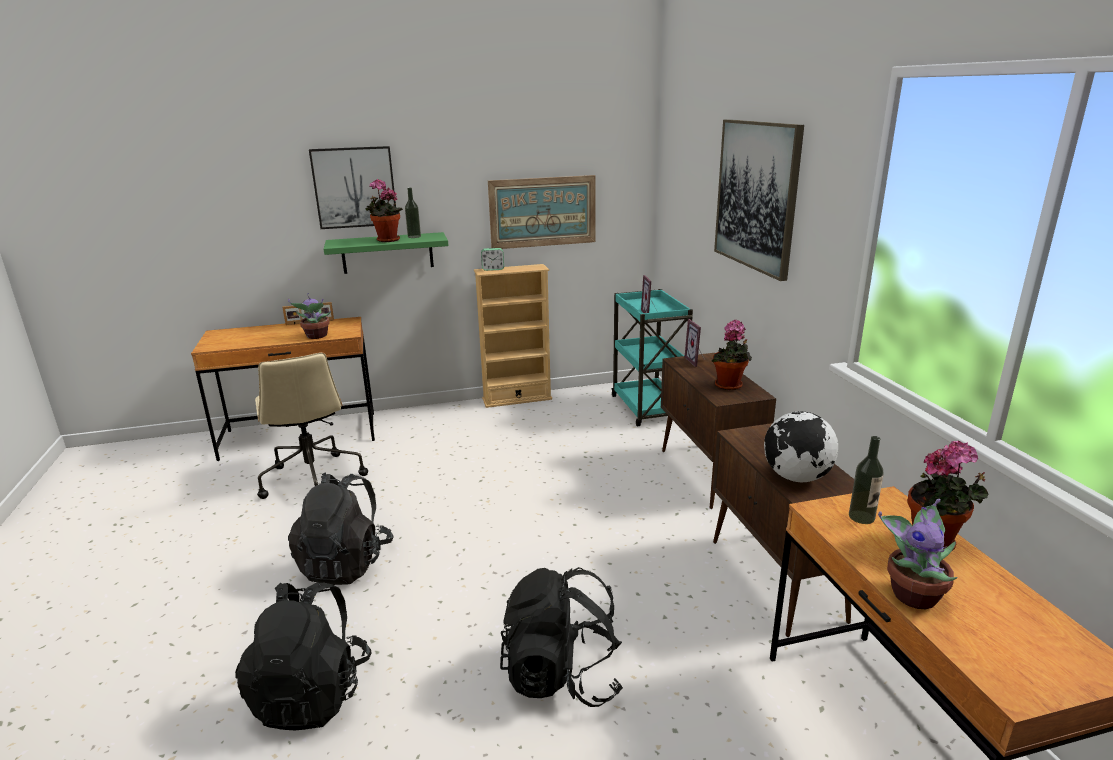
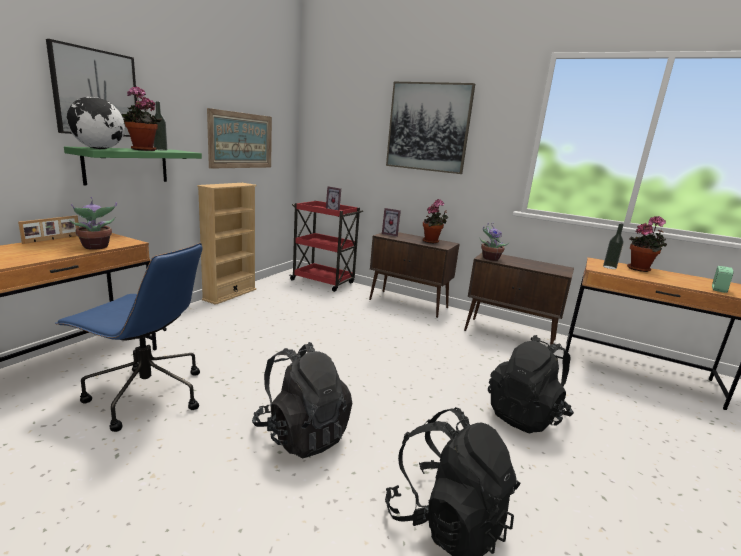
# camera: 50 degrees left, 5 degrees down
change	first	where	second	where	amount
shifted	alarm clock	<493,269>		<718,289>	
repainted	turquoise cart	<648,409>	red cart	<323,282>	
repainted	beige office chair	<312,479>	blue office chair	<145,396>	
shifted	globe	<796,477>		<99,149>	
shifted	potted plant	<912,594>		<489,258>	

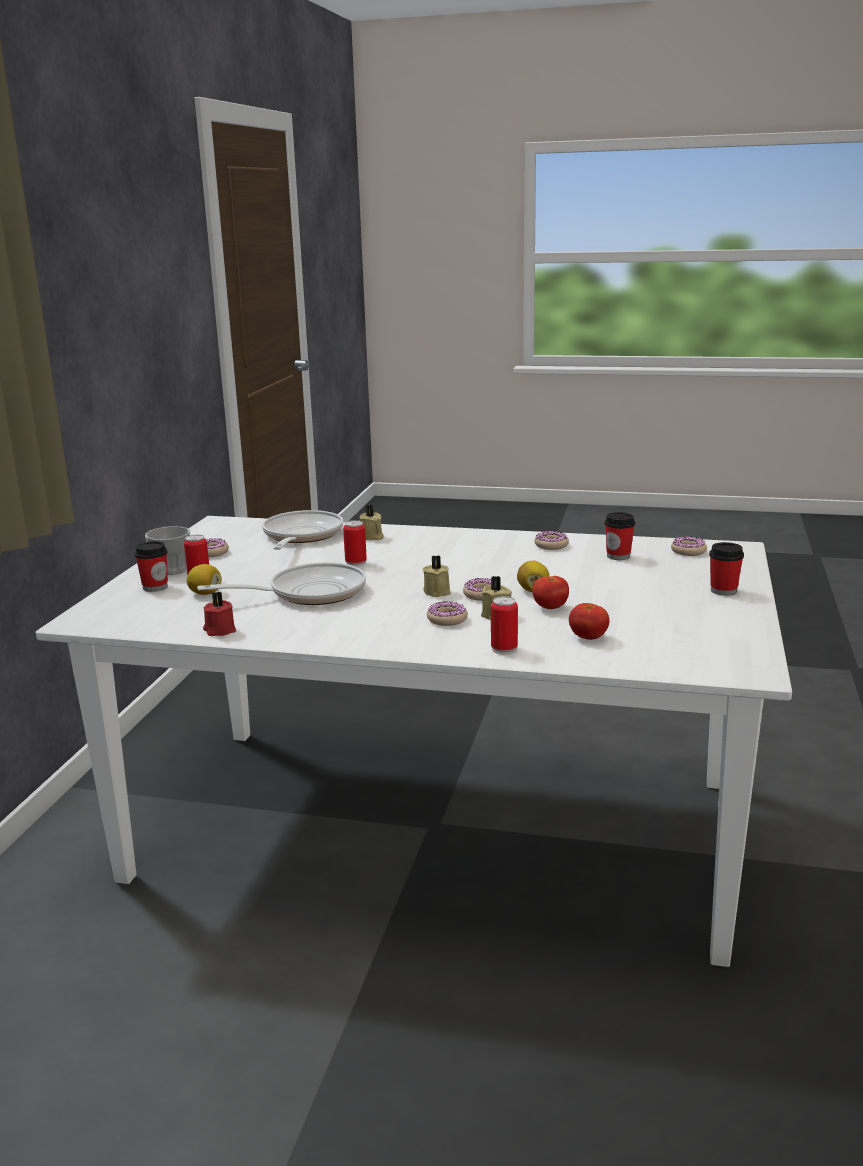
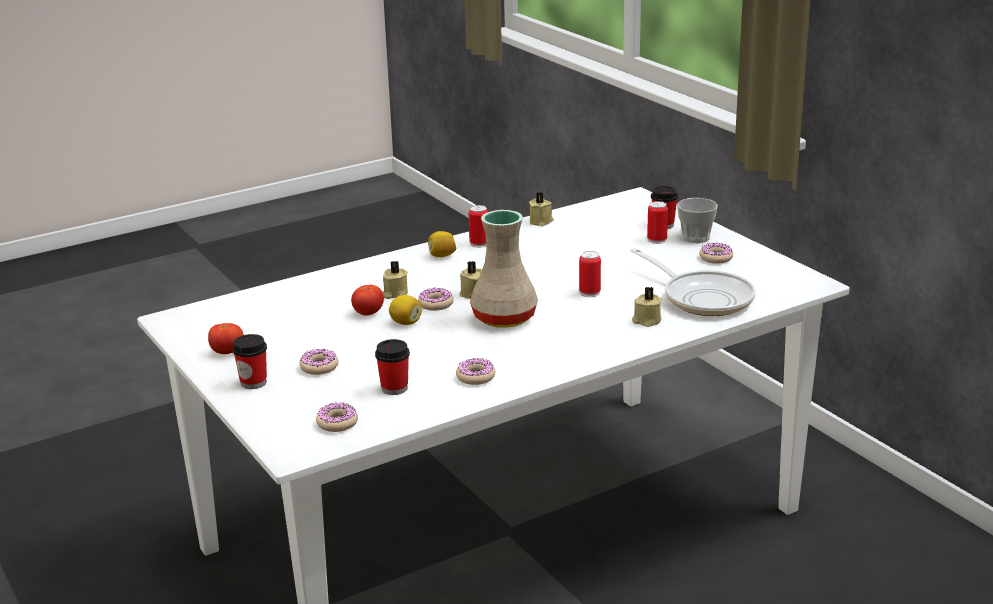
# camera: 135 degrees right, 5 degrees up
change	first	where	second	where	amount
gone	frying pan	<309,593>			
shifted	lemon	<205,593>		<442,256>	
repainted	red candle	<219,630>	beige candle	<541,221>	
shifted	can	<504,649>		<479,244>	
shifted	donut	<447,619>		<319,367>	
shifted	tomato	<588,637>		<227,352>	
new			beige vase	<502,318>	

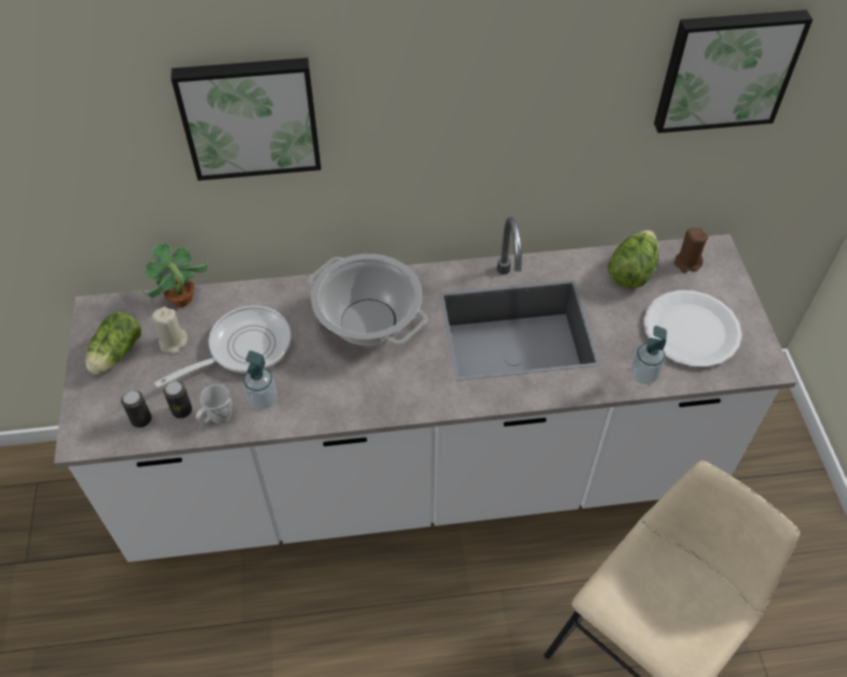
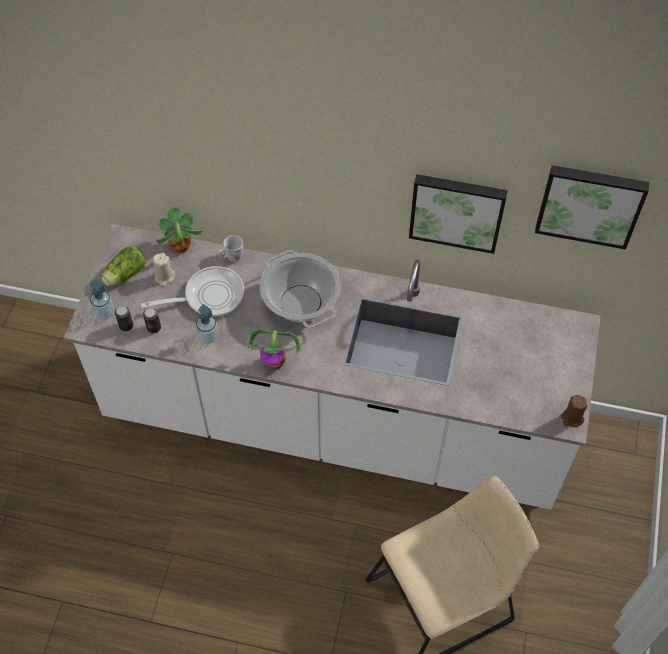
# camera: 20 degrees right, 5 degrees up
change	first	where	second	where	amount
shifted	picture	<250,116>		<457,210>	
shifted	brown candle	<687,263>		<572,418>	
gone	lettuce	<631,271>			
gone	white plate	<690,330>			
shifted	soap dispenser	<644,375>		<104,312>	
shifted	white mug	<216,418>		<231,257>	
new			potted plant	<275,362>	

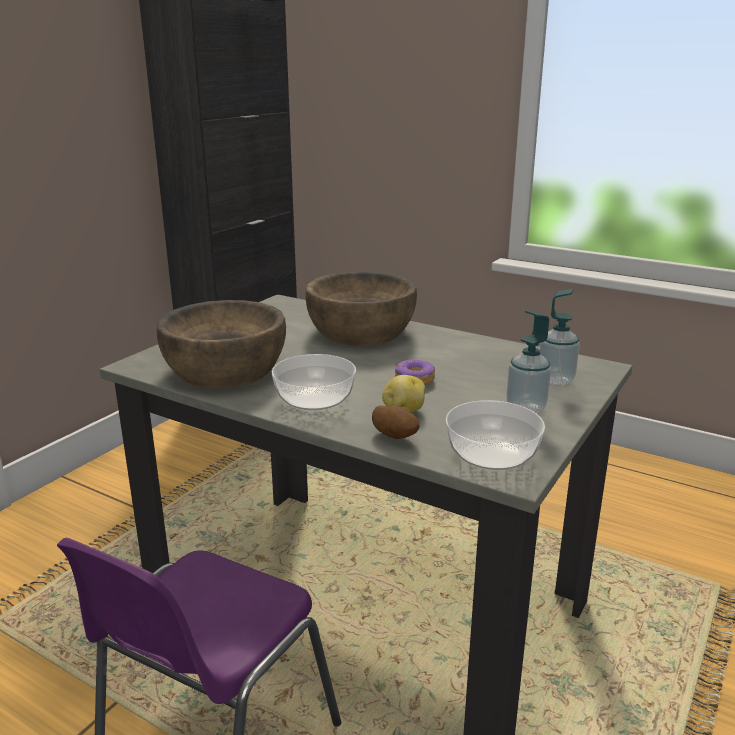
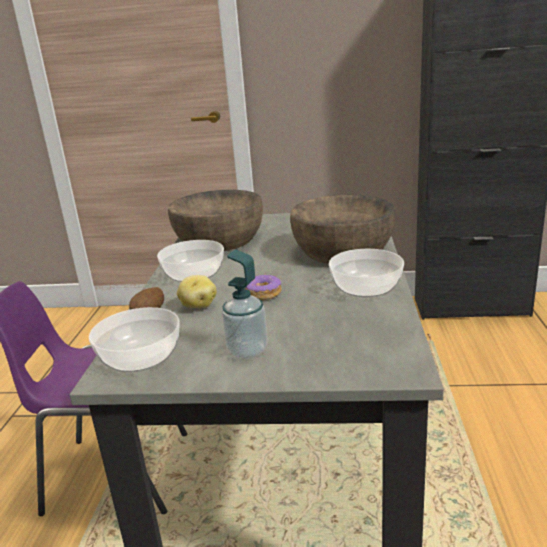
# camera: 65 degrees right, 0 degrees up
change	first	where	second	where	amount
gone	soap dispenser	<555,380>			
new			bowl	<366,289>	

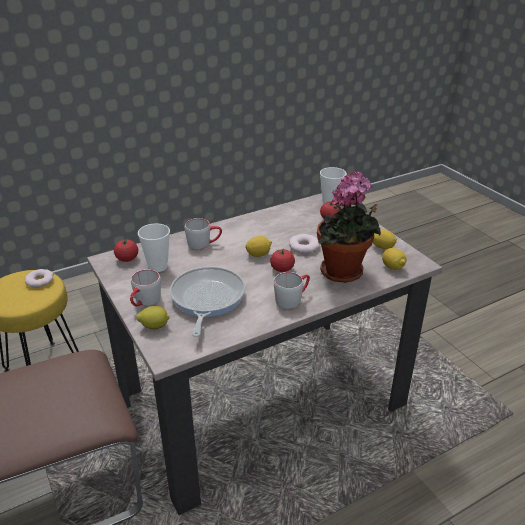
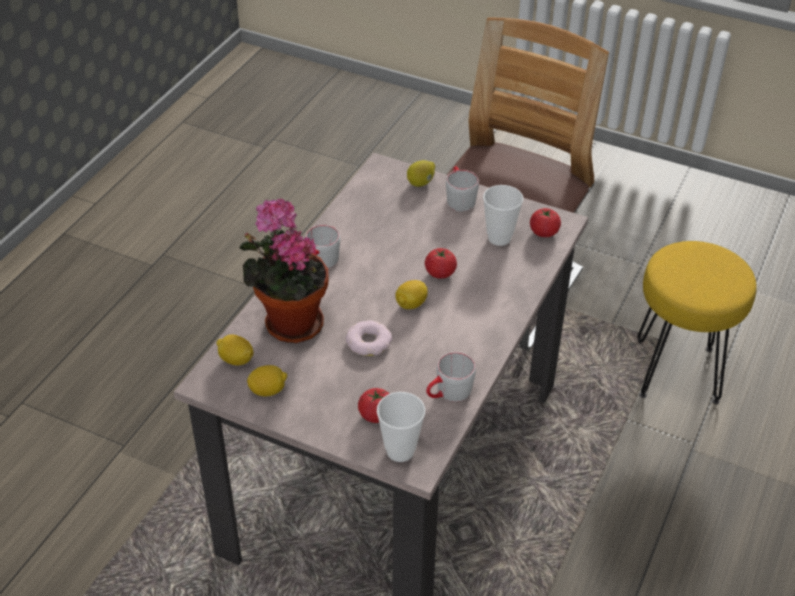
# camera: 145 degrees right, 10 degrees up
change	first	where	second	where	amount
shifted	grey mug	<204,243>		<448,394>	
shifted	tomato	<282,269>		<440,273>	
gone	frying pan	<206,299>			
gone	donut	<40,281>			

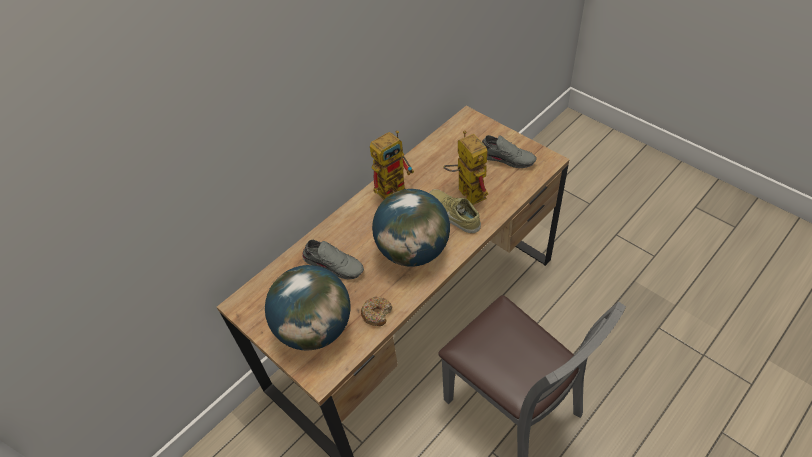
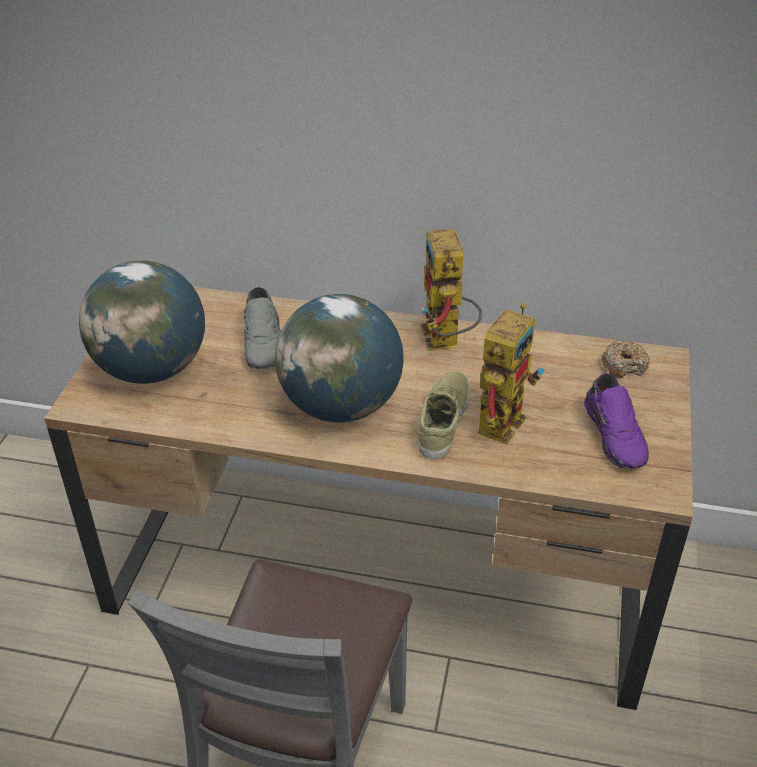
# camera: 55 degrees right, 10 degrees down
change	first	where	second	where	amount
rotated	toy robot	<395,187>		<446,342>	60 degrees clockwise
repainted	grey shoe	<506,158>	purple shoe	<616,435>	
shifted	donut	<377,313>		<624,365>	

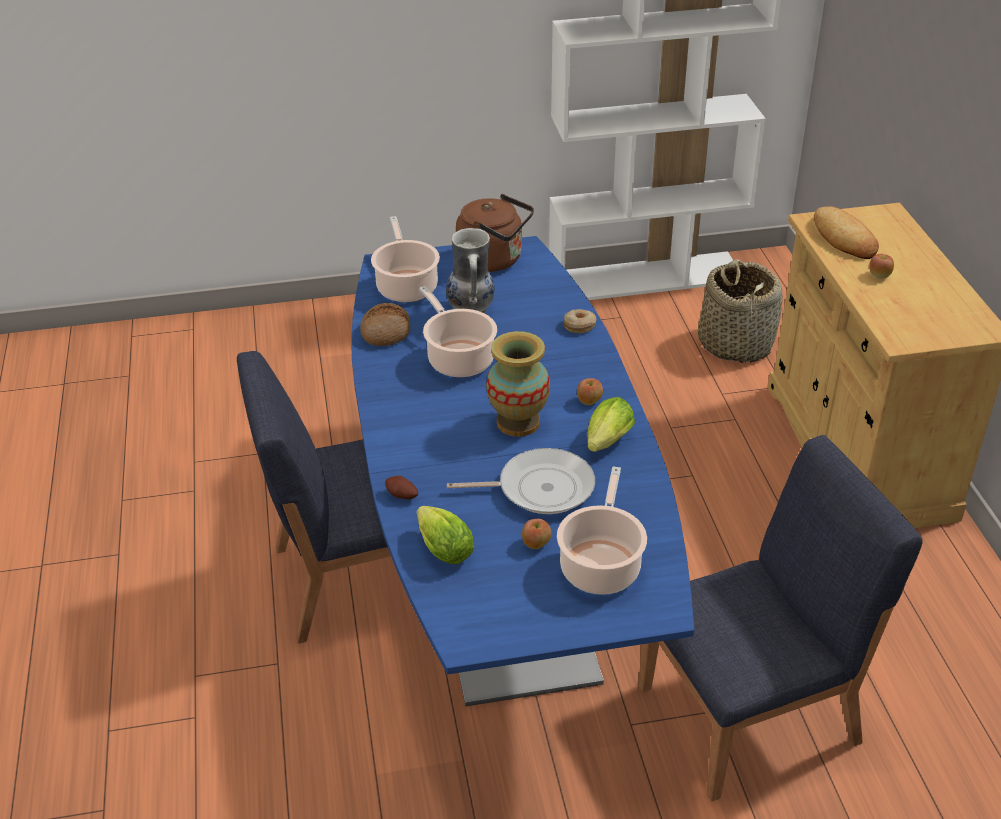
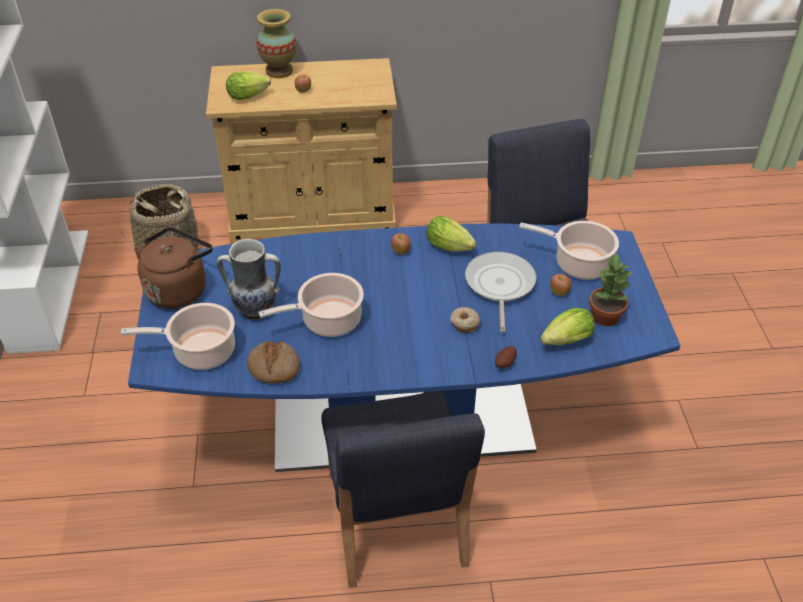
# camera: 85 degrees left, 5 degrees up
change	first	where	second	where	amount
swapped	bread	<844,238>	lettuce	<250,96>	
shifted	donut	<579,325>		<464,323>	
shifted	vase	<518,422>		<279,71>	
new			potted plant	<604,316>	

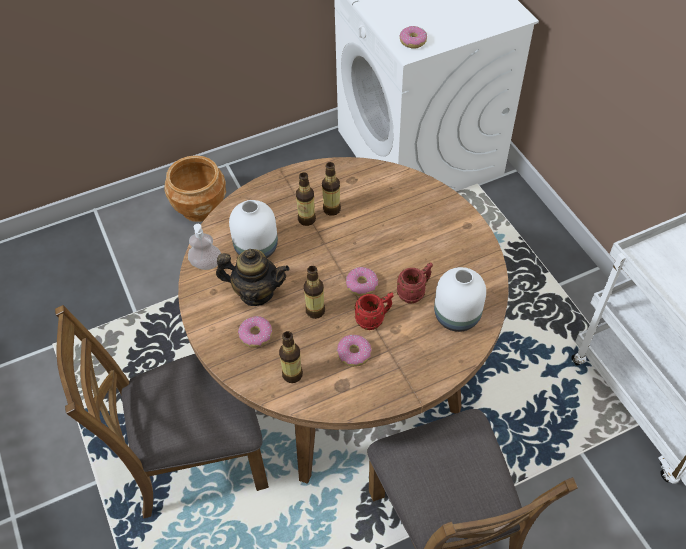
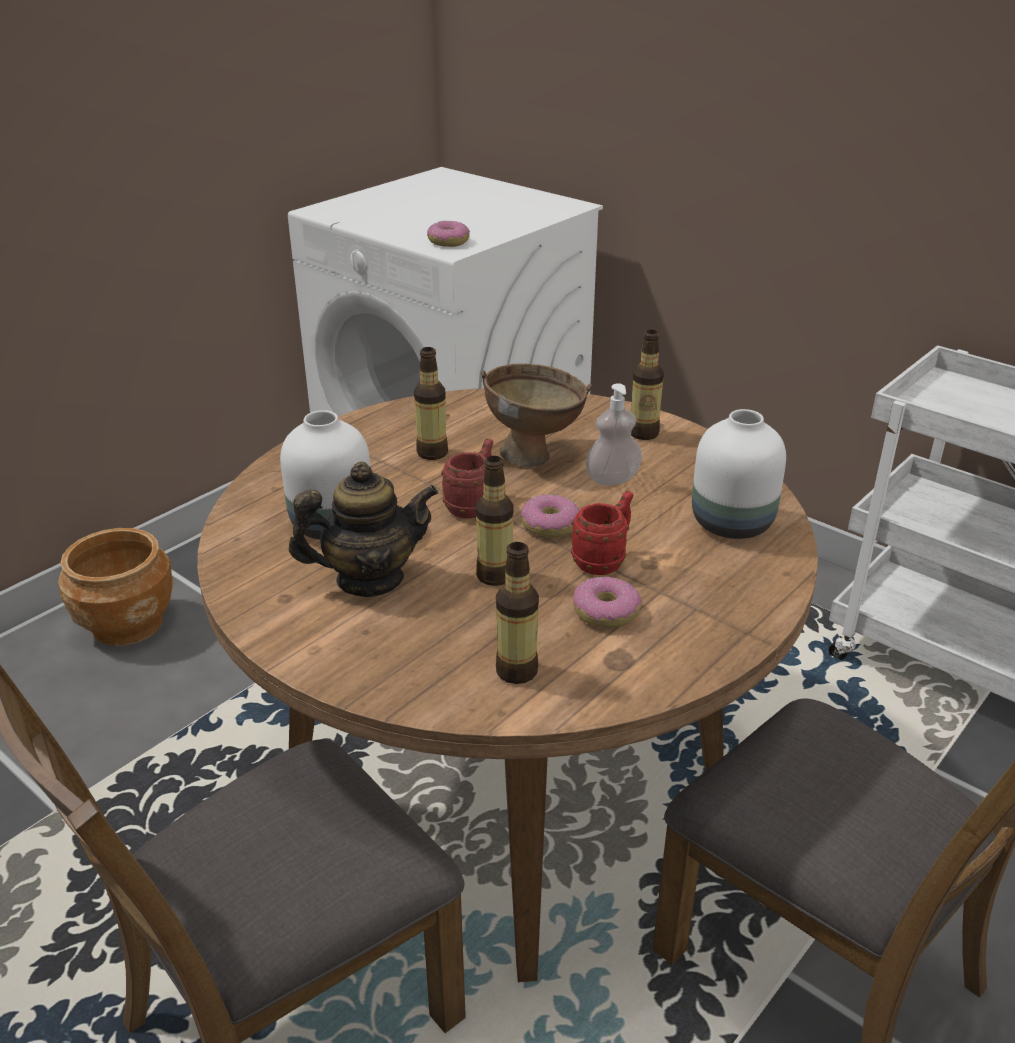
# camera: 25 degrees left, 20 degrees down
change	first	where	second	where	amount
shifted	bottle	<307,219>		<643,433>	
shifted	soap dispenser	<206,264>		<612,479>	
shifted	red mug	<414,292>		<473,505>	
gone	donut	<256,335>			
new			brown bowl	<536,455>	

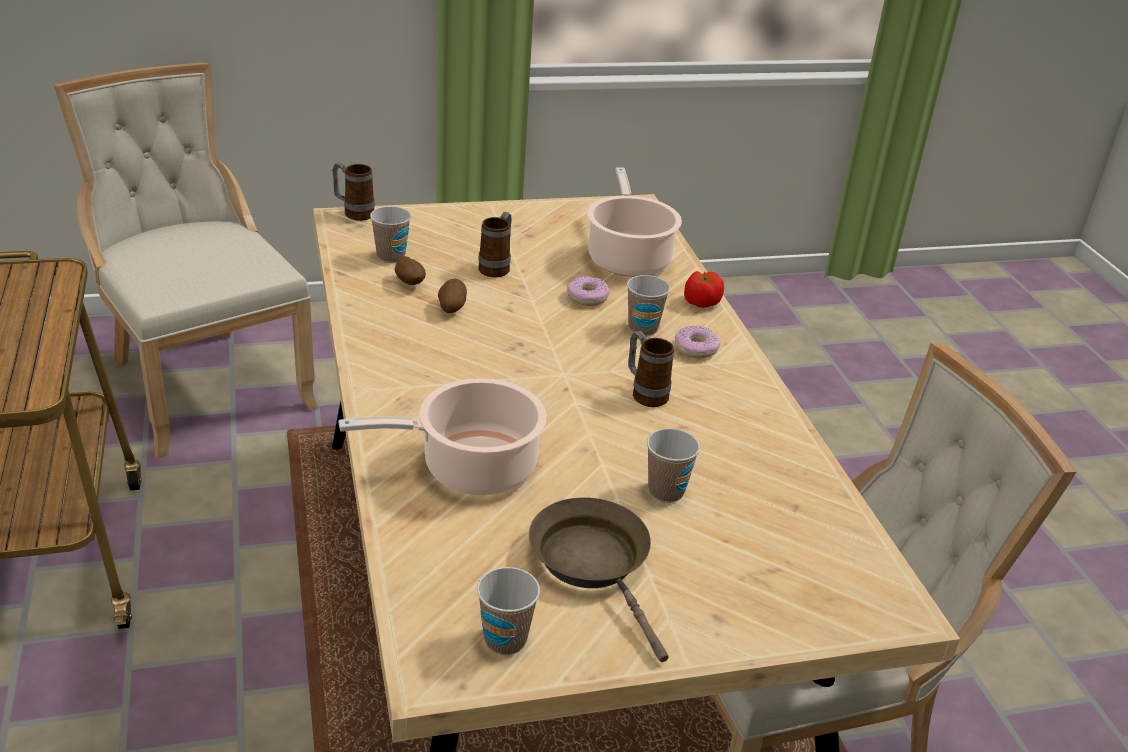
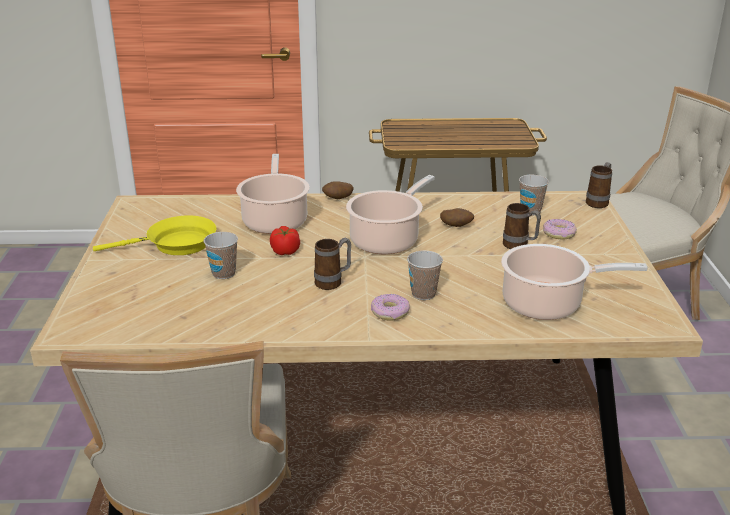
# camera: 105 degrees right, 5 degrees down
change	first	where	second	where	amount
shifted	potato	<410,283>		<338,199>	
shifted	tomato	<701,302>		<285,251>	
shifted	donut	<587,297>		<559,234>	
repainted	brown frying pan	<594,564>	yellow frying pan	<176,244>	
gone	cup	<505,640>			
new			cooking pot	<387,240>	

